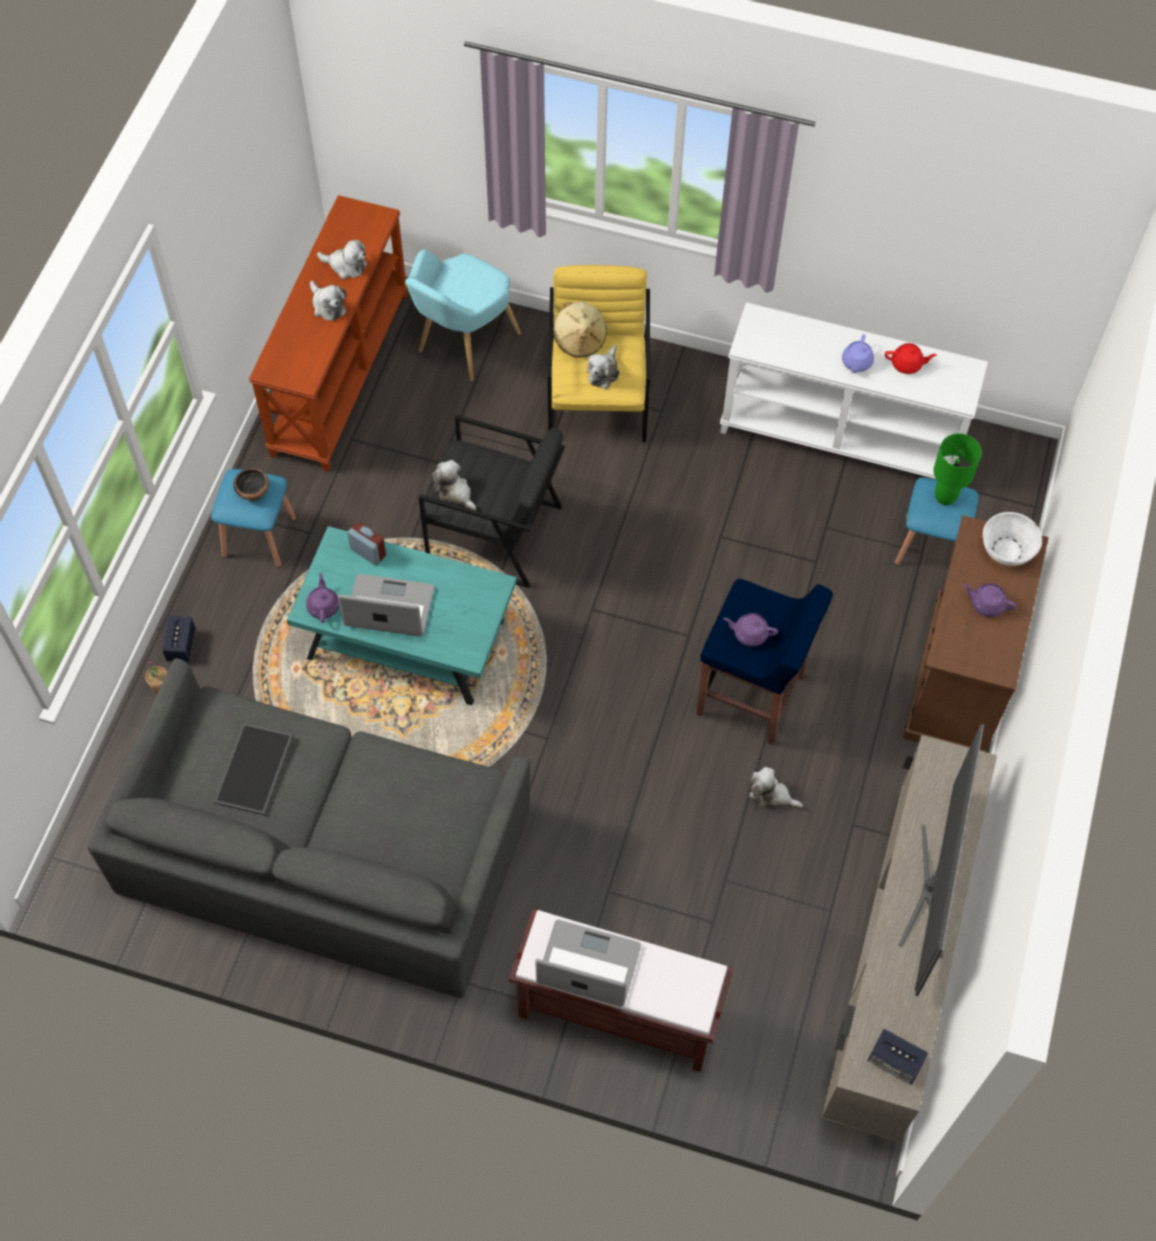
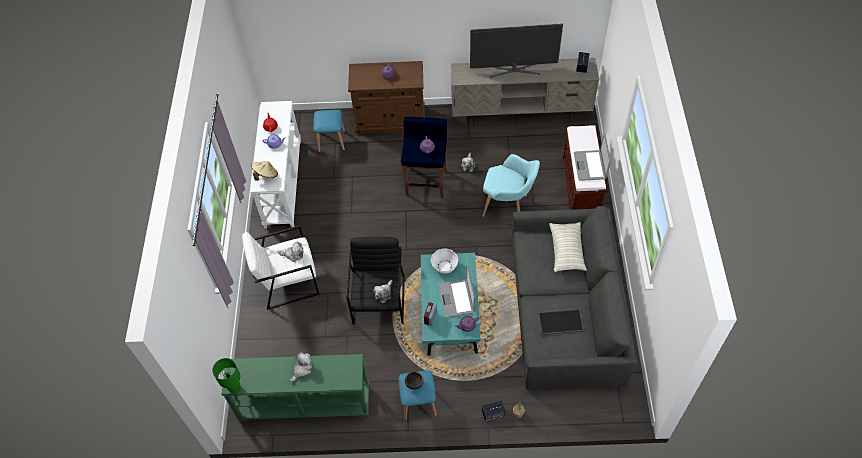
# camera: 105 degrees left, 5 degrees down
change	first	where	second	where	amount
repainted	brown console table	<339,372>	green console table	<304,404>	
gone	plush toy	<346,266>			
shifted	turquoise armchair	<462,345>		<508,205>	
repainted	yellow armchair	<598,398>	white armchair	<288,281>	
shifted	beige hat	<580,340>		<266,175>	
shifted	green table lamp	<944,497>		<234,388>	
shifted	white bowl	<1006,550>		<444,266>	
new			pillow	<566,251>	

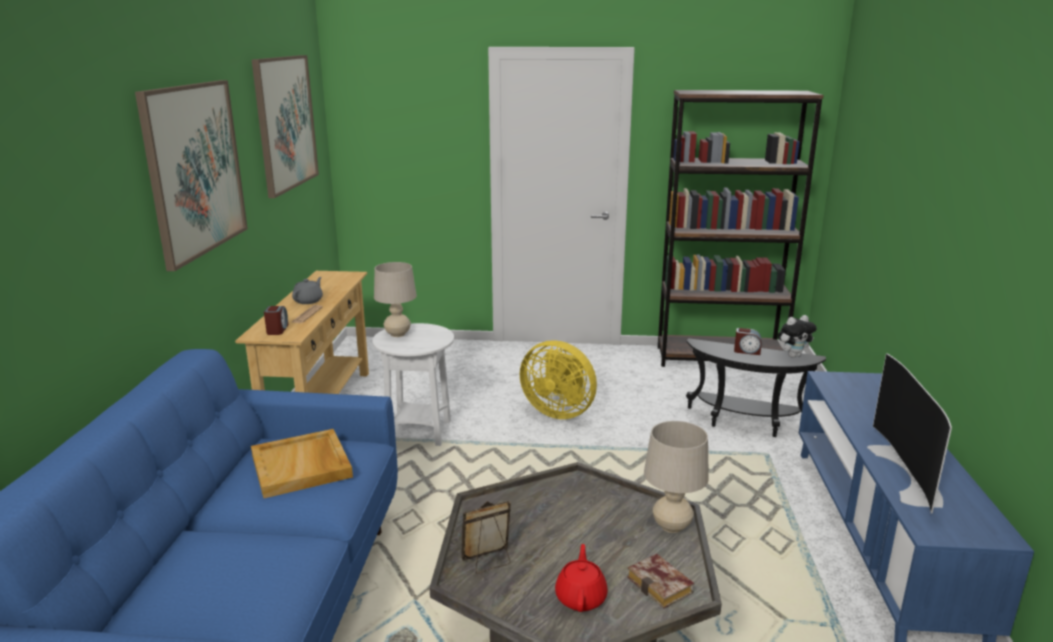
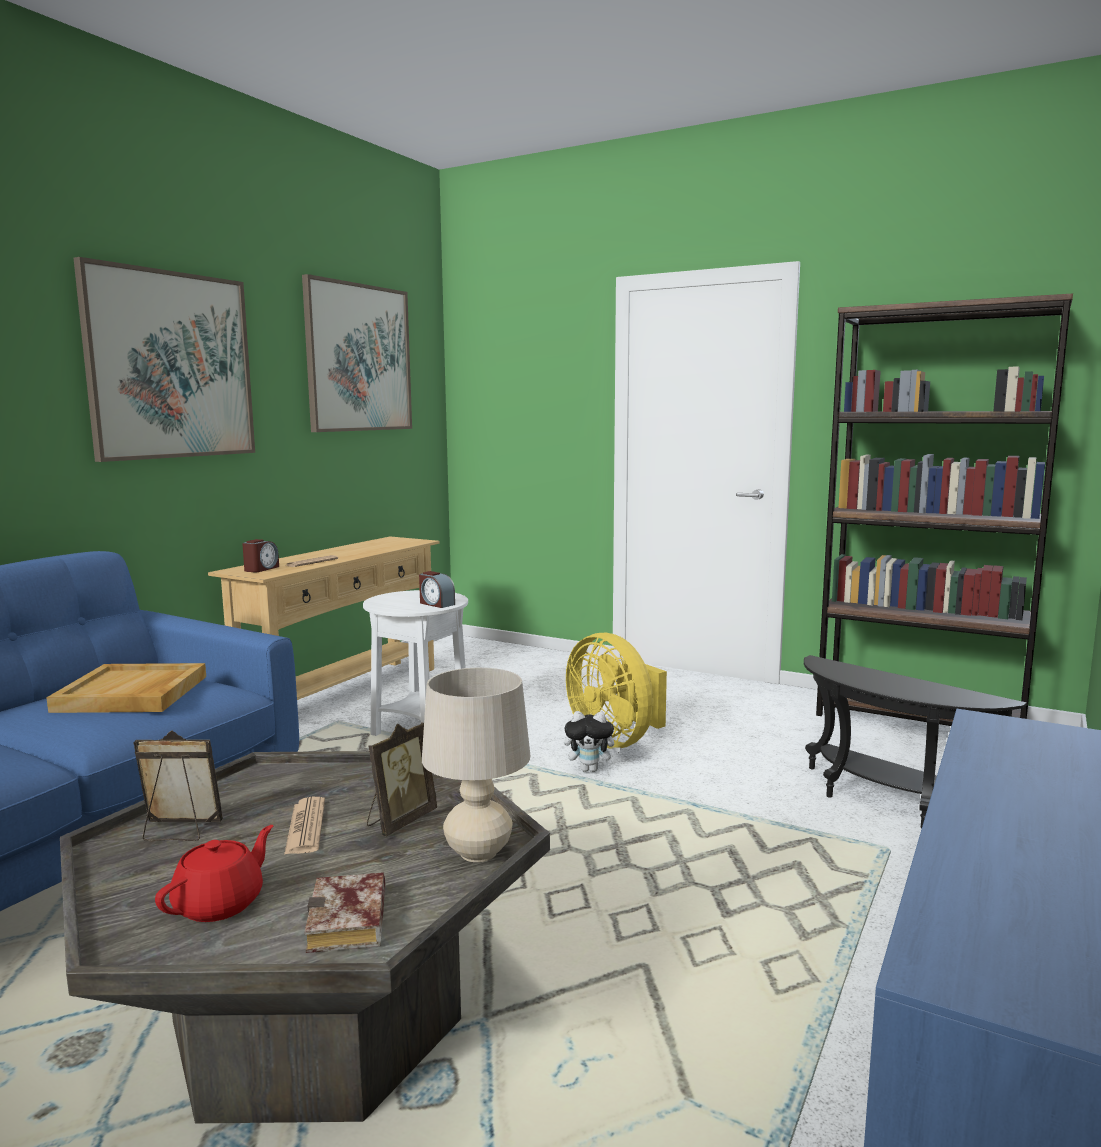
# camera: 25 degrees right, 10 degrees down
change	first	where	second	where	amount
gone	beige table lamp	<397,334>			
gone	grey teapot	<308,301>			
shifted	plush toy	<793,355>		<590,769>	
shifted	alarm clock	<747,351>		<436,604>	
gone	television	<909,474>			
new			picture frame	<399,821>	
new			newspaper	<305,827>	

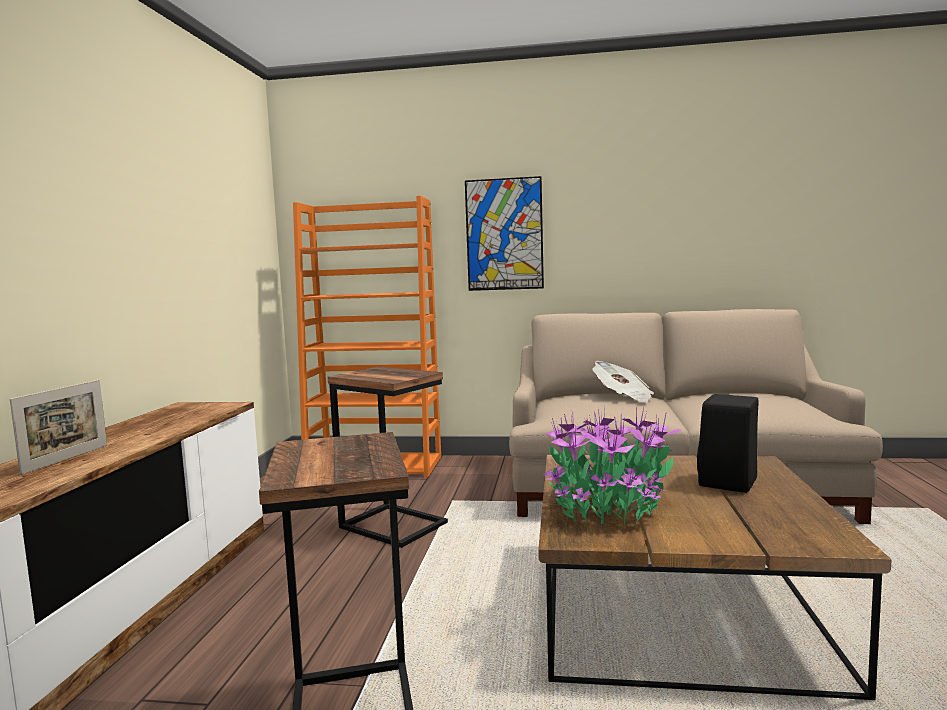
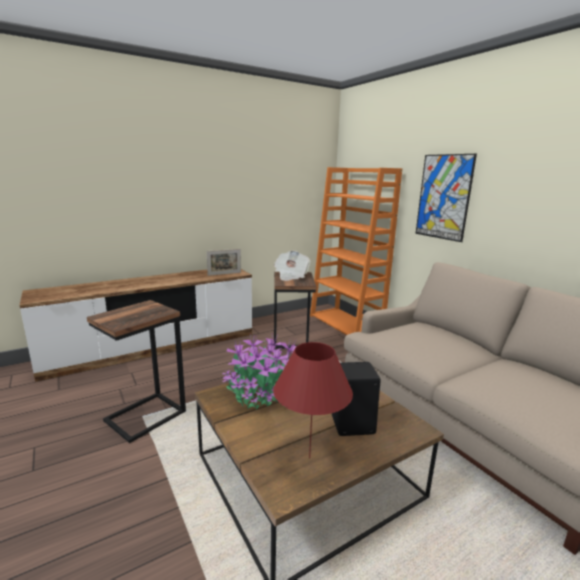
# camera: 50 degrees right, 10 degrees up
change	first	where	second	where	amount
shifted	newspaper	<623,398>		<291,275>	
shifted	picture frame	<66,459>		<224,274>	
new			red table lamp	<309,458>	

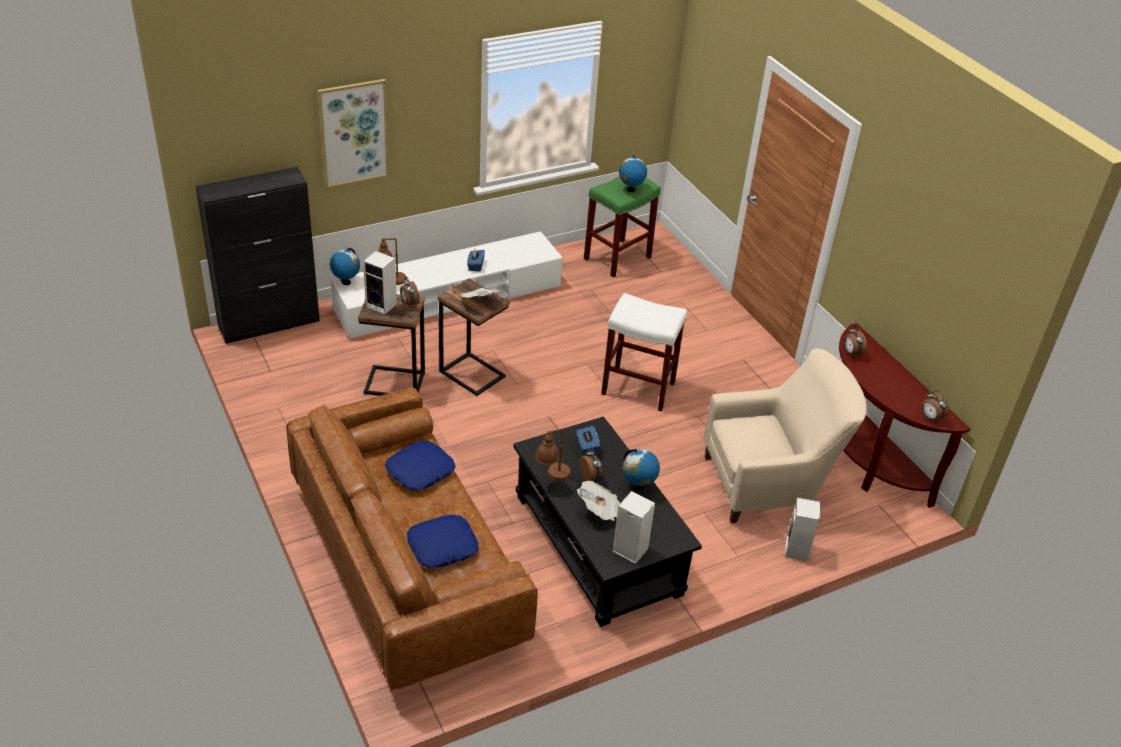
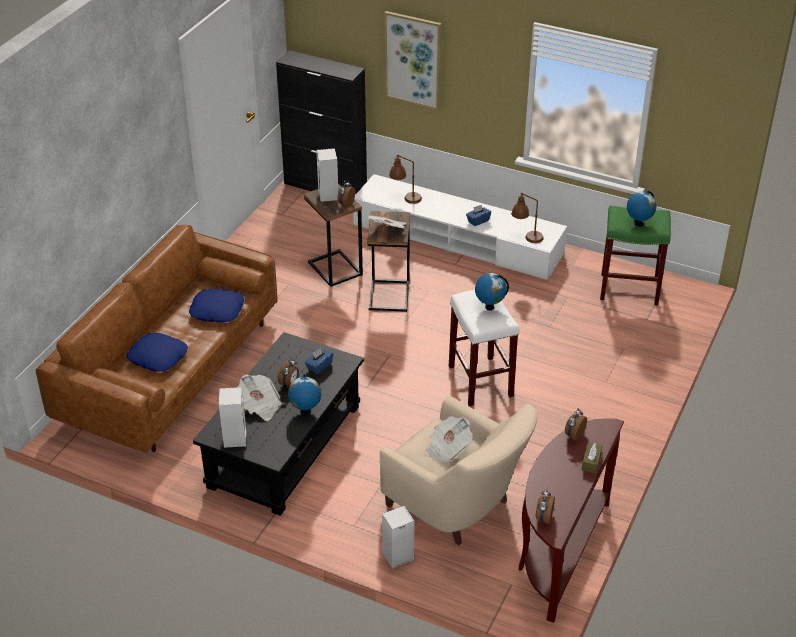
# camera: 55 degrees right, 0 degrees up
change	first	where	second	where	amount
shifted	globe	<346,282>		<489,307>	
shifted	brown table lamp	<552,478>		<526,237>	
new			newspaper	<447,448>	
new			brown tissue box	<591,462>	

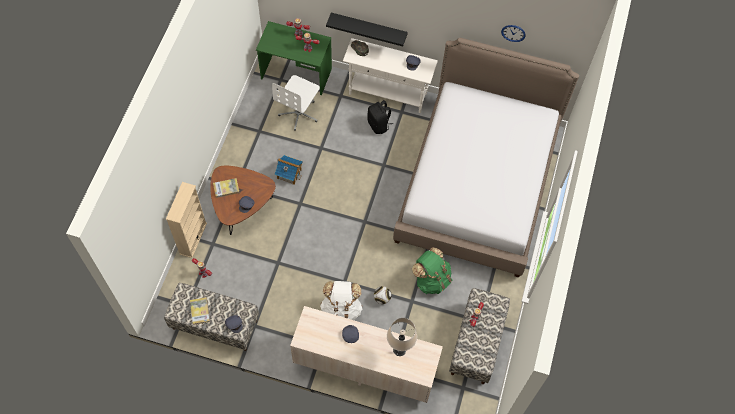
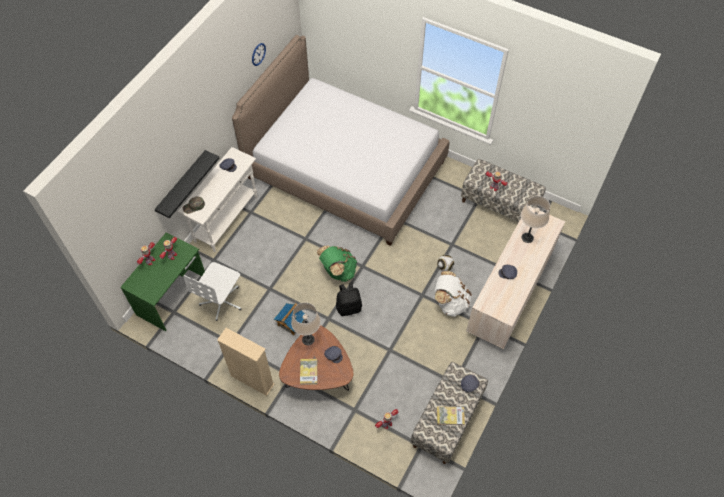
# camera: 75 degrees left, 5 degrees down
change	first	where	second	where	amount
rotated	white office chair	<299,113>		<222,301>	75 degrees clockwise
shifted	black backpack	<379,125>		<349,307>	
shifted	beige bookcase	<193,238>		<252,380>	
shifted	green backpack	<431,279>		<338,271>	
new			beige table lamp	<308,339>	

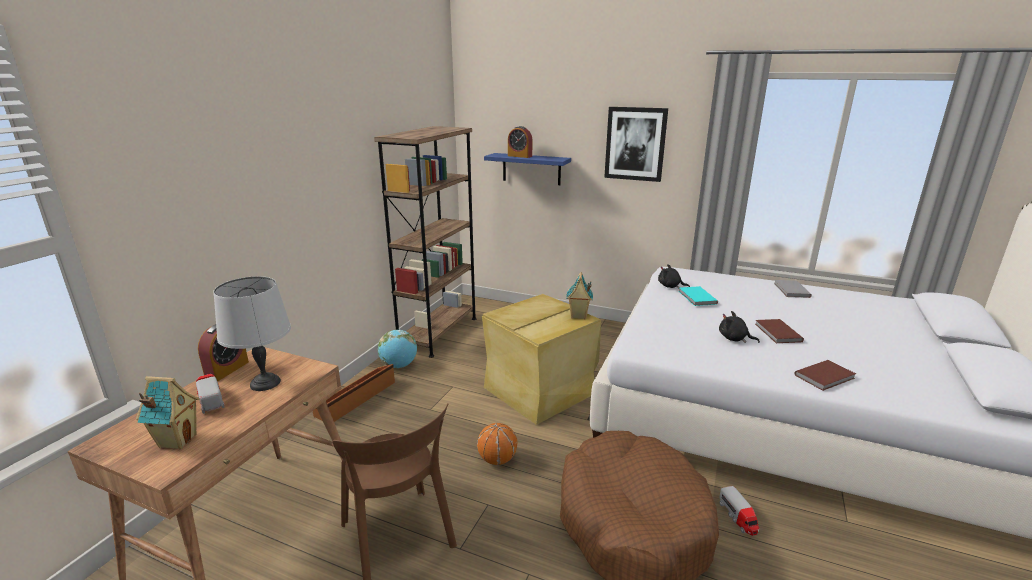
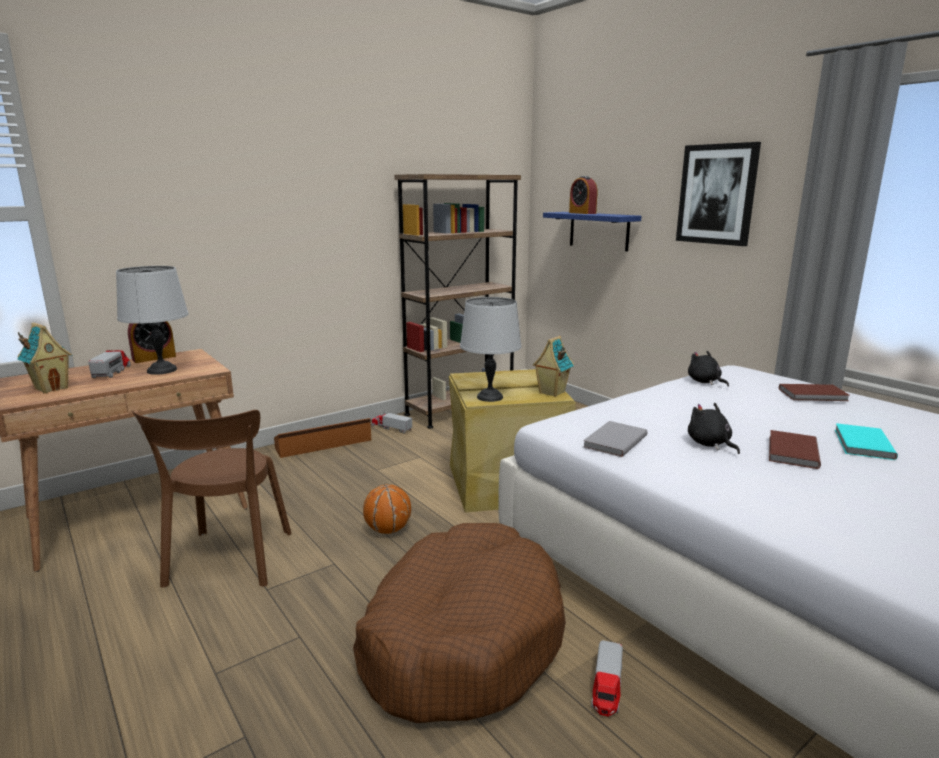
# camera: 30 degrees right, 5 degrees down
change	first	where	second	where	amount
shifted	grey book	<791,290>		<613,441>	
shifted	turquoise book	<696,298>		<861,444>	
swapped	globe	<399,366>	toy truck	<391,428>	
shifted	brown book	<826,377>		<814,395>	
new			grey table lamp	<490,397>	

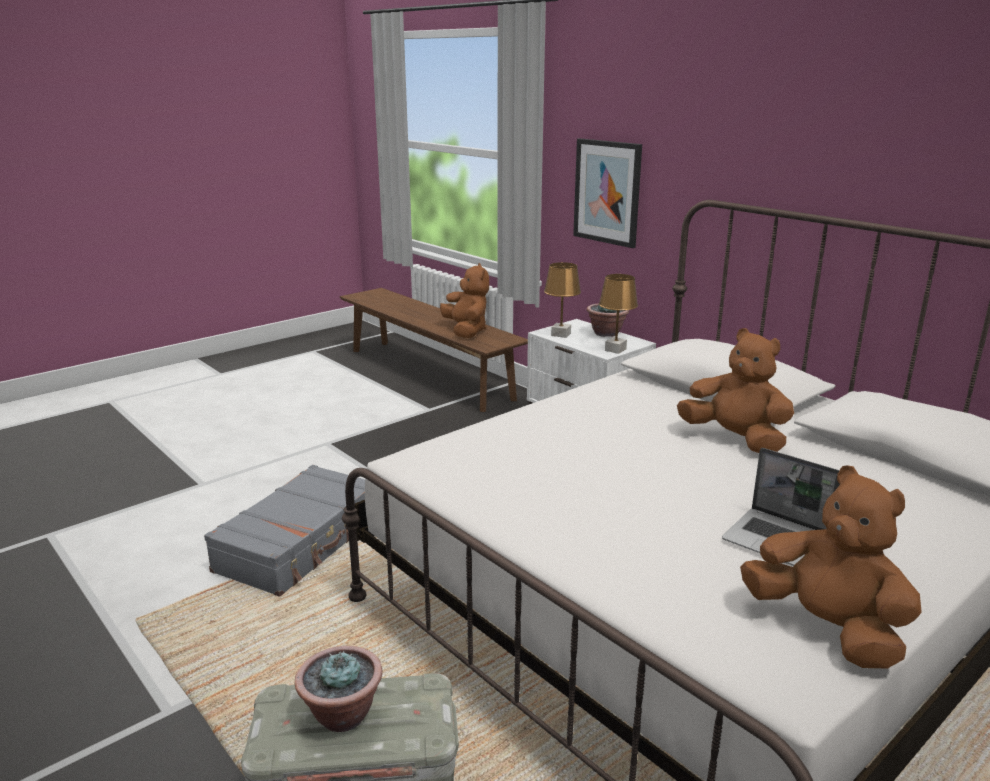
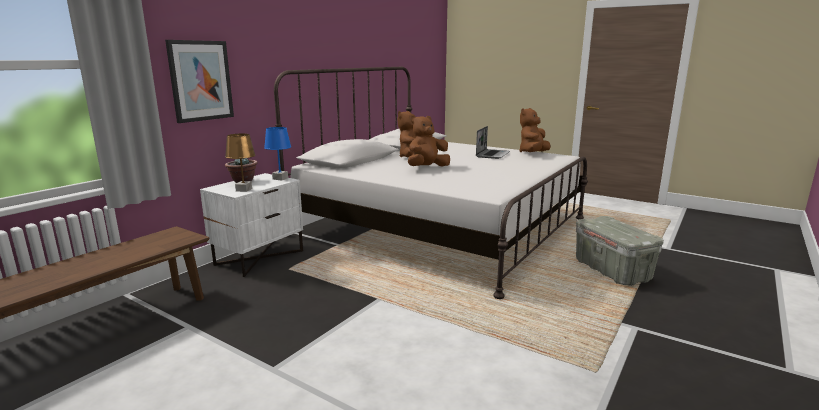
# camera: 105 degrees left, 5 degrees down
change	first	where	second	where	amount
shifted	brown plush toy	<466,331>		<427,168>	
repainted	brown table lamp	<615,350>	blue table lamp	<280,178>	
gone	grey suitcase	<301,543>			
gone	potted plant	<342,715>			

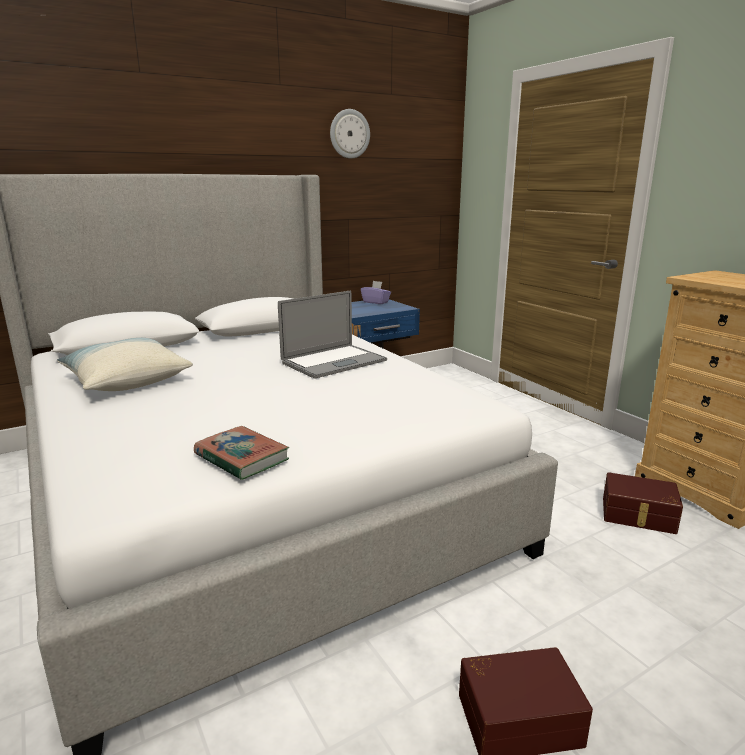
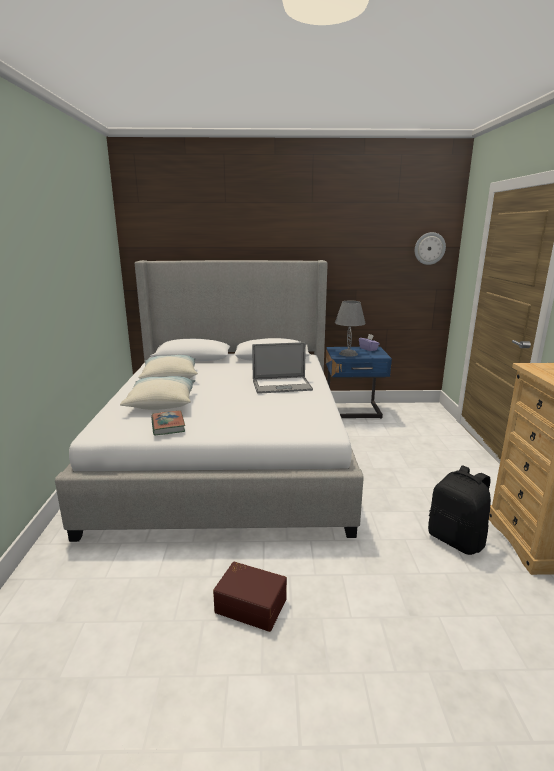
# camera: 30 degrees right, 0 degrees up
change	first	where	second	where	amount
shifted	wall clock	<349,134>		<429,248>	
swapped	brown storage box	<638,516>	black backpack	<456,540>	
new			grey table lamp	<348,354>	
new			pillow	<161,403>	

